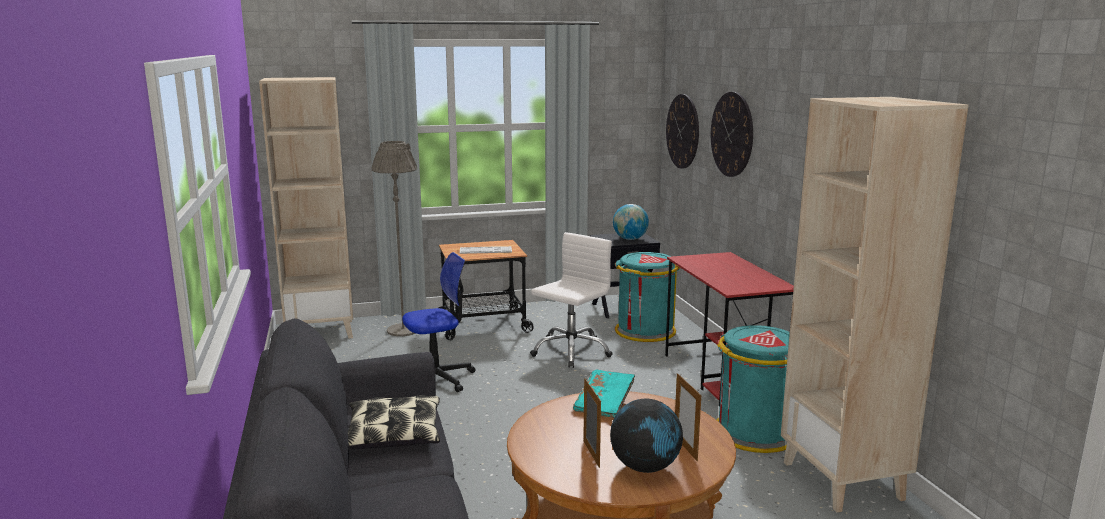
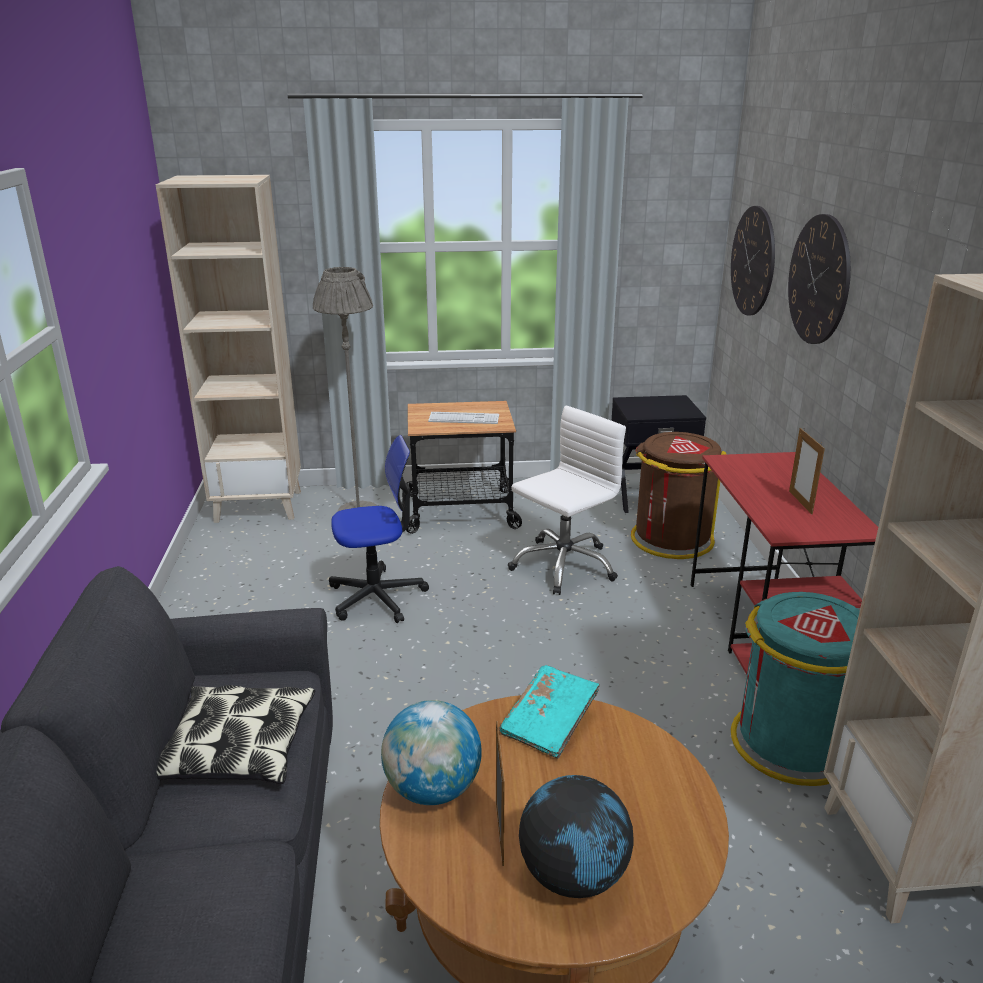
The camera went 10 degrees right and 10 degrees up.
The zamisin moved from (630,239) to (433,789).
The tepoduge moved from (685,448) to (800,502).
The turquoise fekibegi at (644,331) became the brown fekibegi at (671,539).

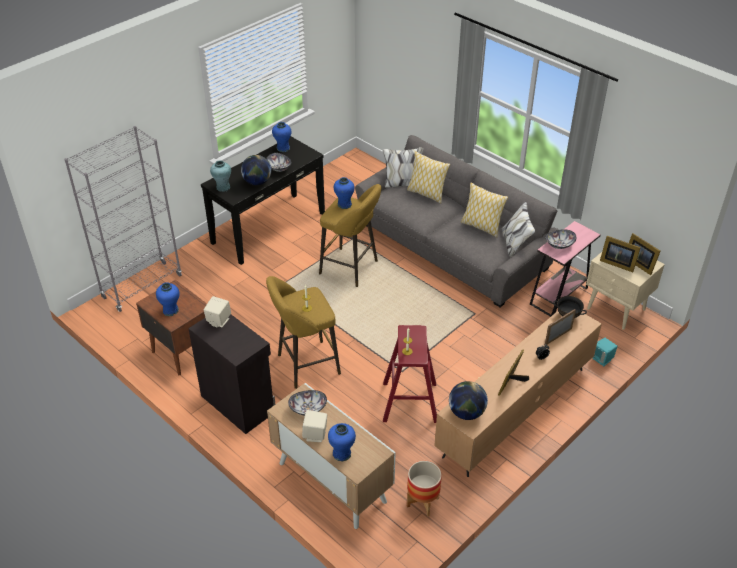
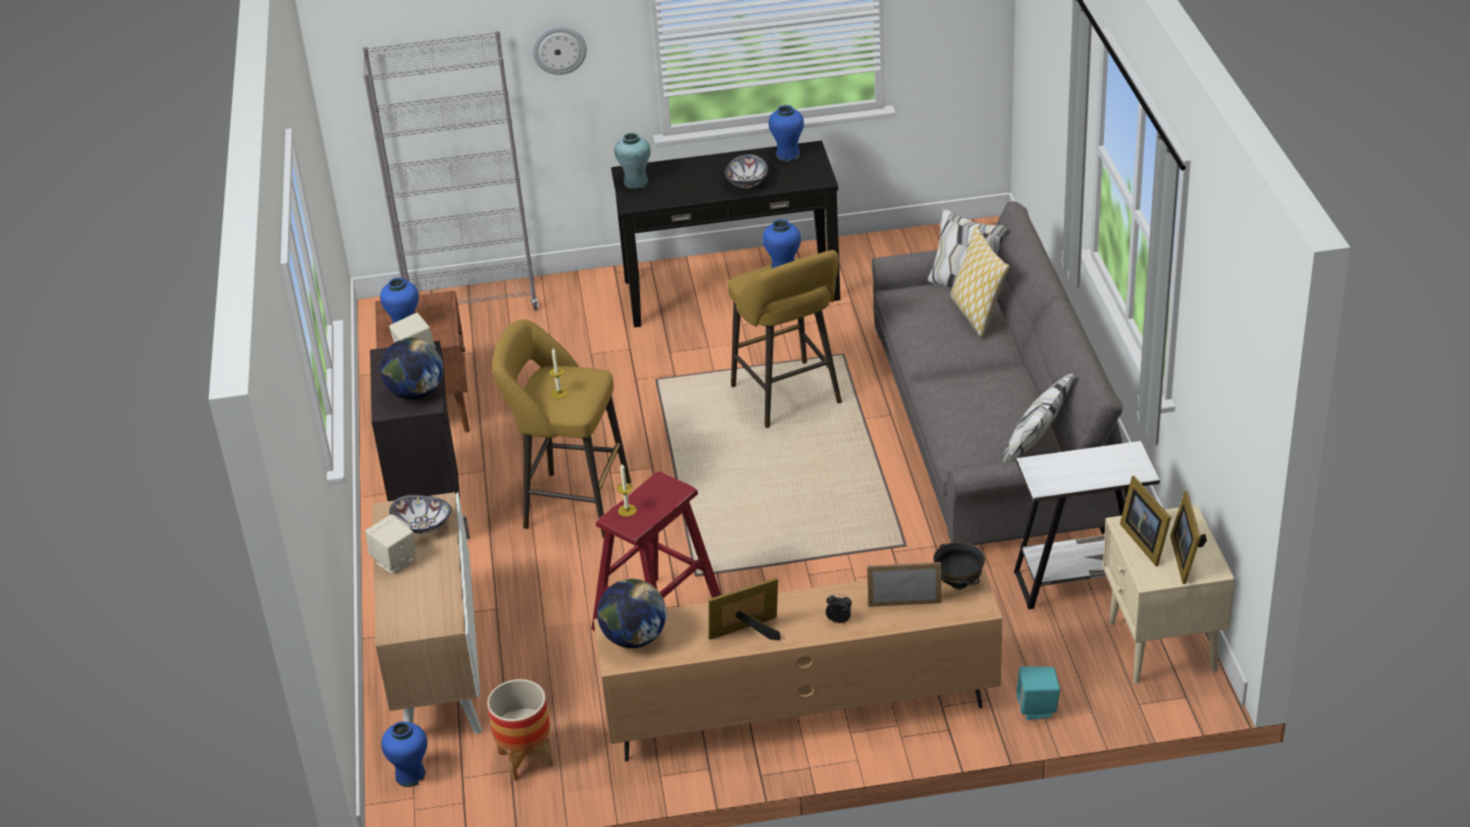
The camera went 40 degrees right and 5 degrees down.
The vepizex at (481,226) disappeared.
The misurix at (559,245) disappeared.
The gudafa at (559,49) appeared.
The zamisin moved from (257,182) to (416,393).
The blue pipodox moved from (342,453) to (410,775).
The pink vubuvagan at (558,296) became the white vubuvagan at (1081,581).

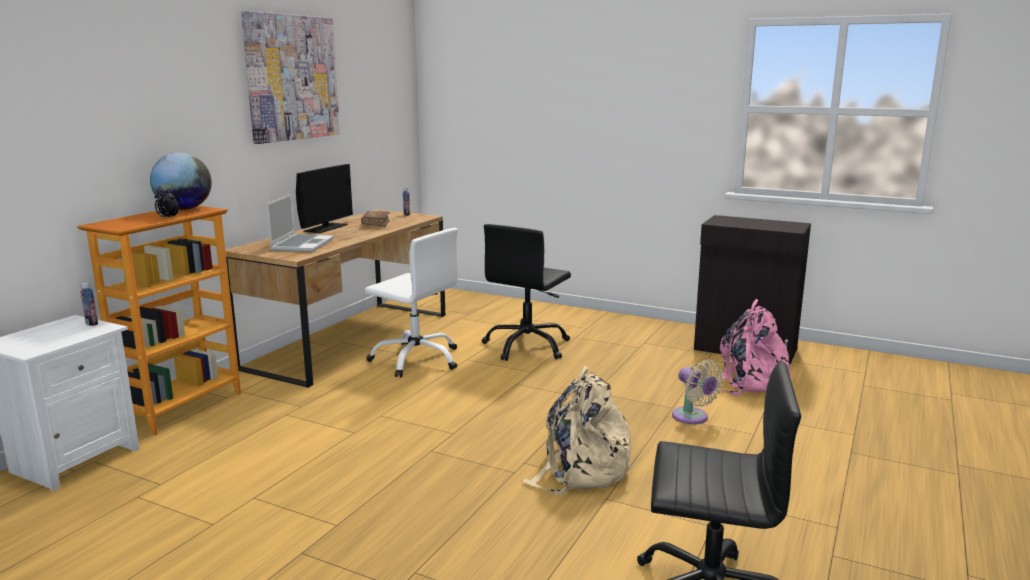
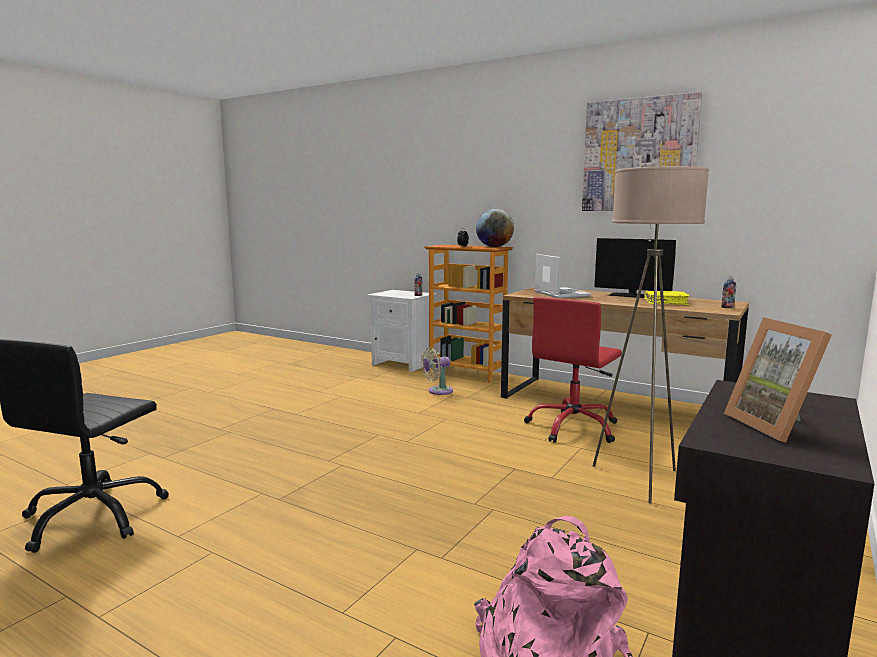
The camera went 95 degrees right and 5 degrees down.
The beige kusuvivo at (580,470) disappeared.
The tepoduge at (777,426) appeared.
The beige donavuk moved from (692,418) to (437,391).
The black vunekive at (527,346) was replaced by the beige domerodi at (638,479).
The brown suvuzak at (376,223) became the yellow suvuzak at (665,302).
The white vunekive at (416,359) became the red vunekive at (573,427).
The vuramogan at (302,244) turned 120 degrees counterclockwise.

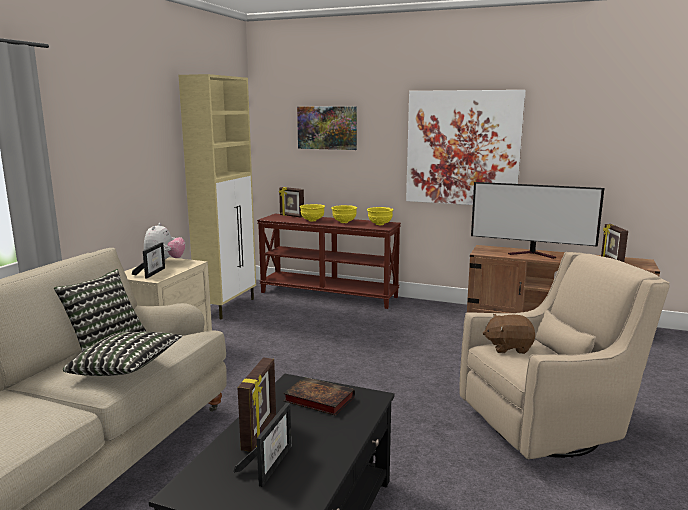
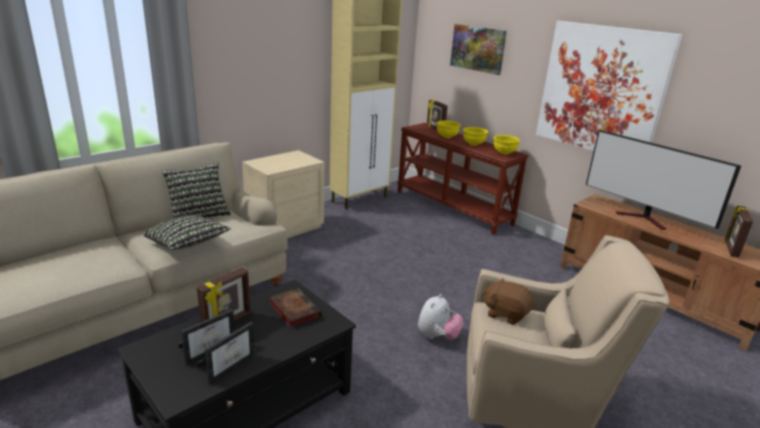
The camera went 25 degrees right and 10 degrees up.
The tepoduge moved from (152,272) to (229,365).
The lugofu moved from (165,262) to (437,336).

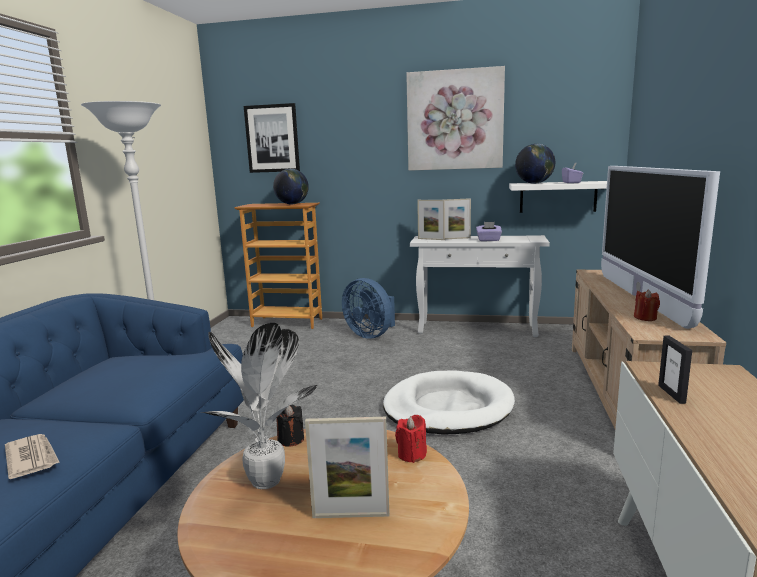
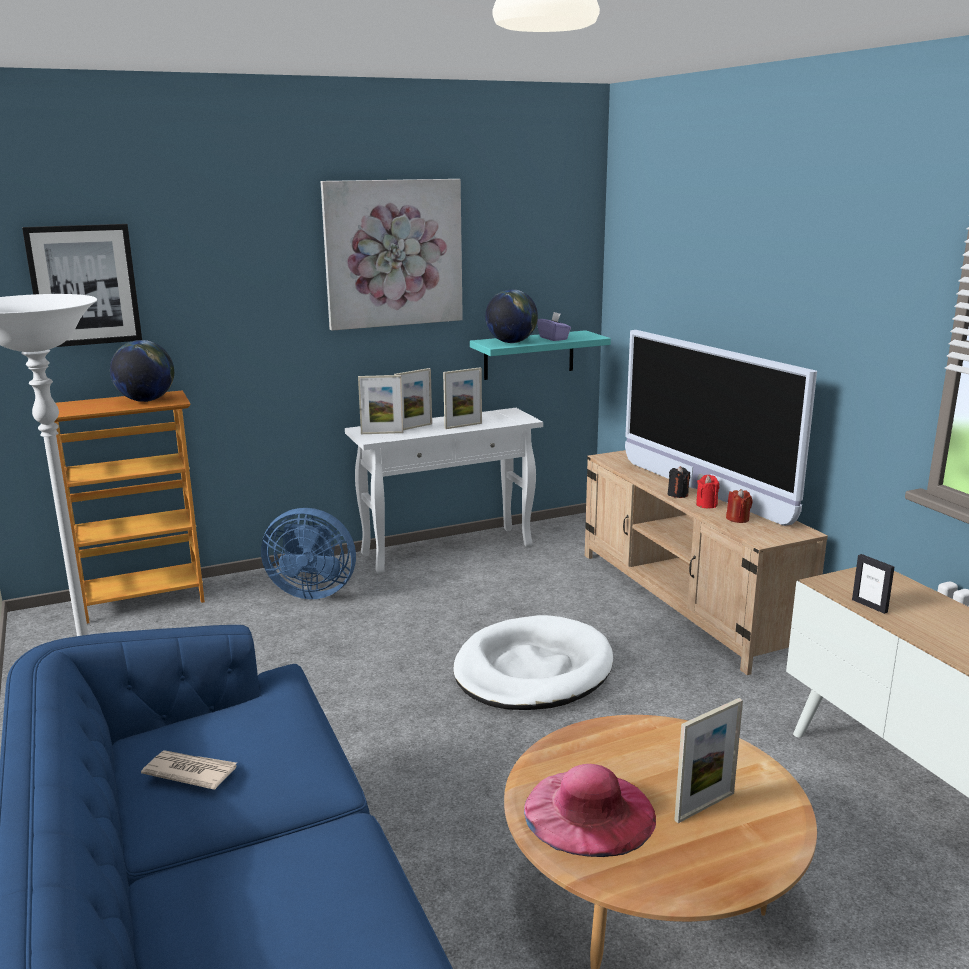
The camera went 35 degrees left and 5 degrees up.
The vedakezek moved from (32,458) to (190,772).
The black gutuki moved from (291,439) to (677,494).
The red gutuki moved from (412,454) to (706,505).
The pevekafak at (267,483) was replaced by the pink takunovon at (589,812).
The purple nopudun at (488,240) was replaced by the tepoduge at (463,426).
The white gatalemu at (558,197) became the turquoise gatalemu at (529,355).

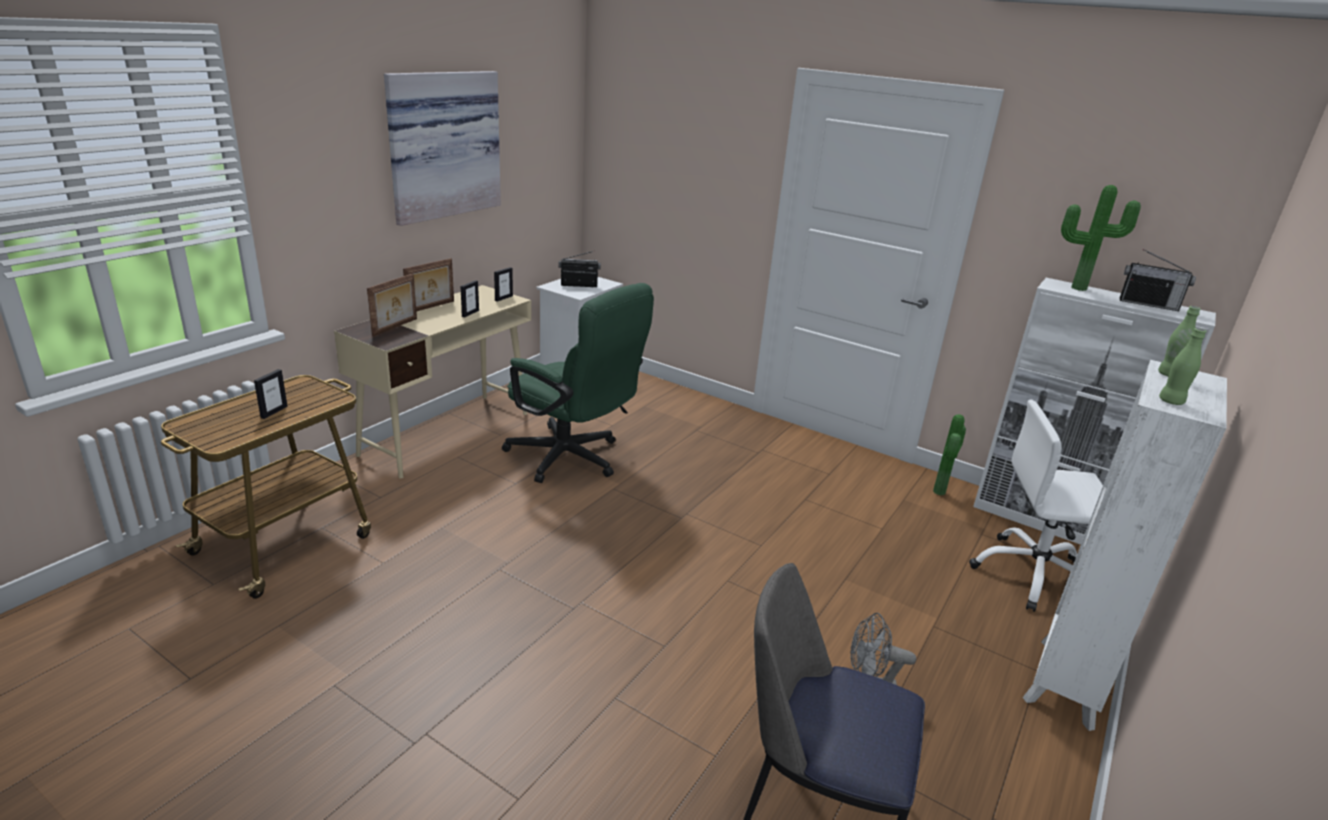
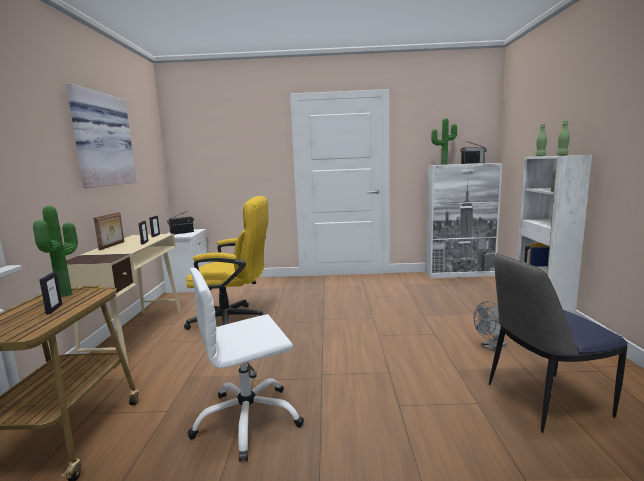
The camera went 30 degrees left and 15 degrees down.
The tepoduge at (395,327) disappeared.
The pevekafak moved from (941,492) to (67,294).
The white vunekive moved from (1033,575) to (248,420).
The green vunekive at (572,459) became the yellow vunekive at (234,320).

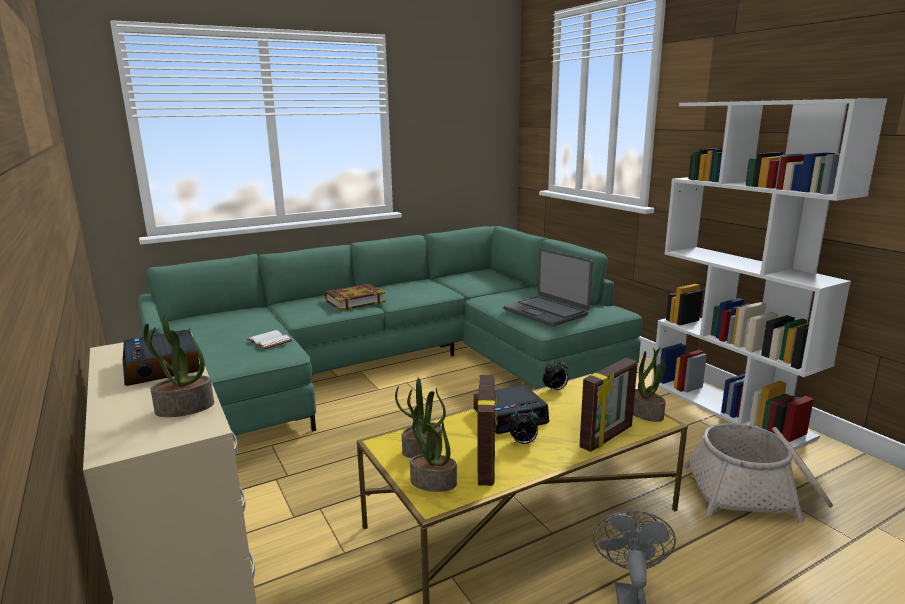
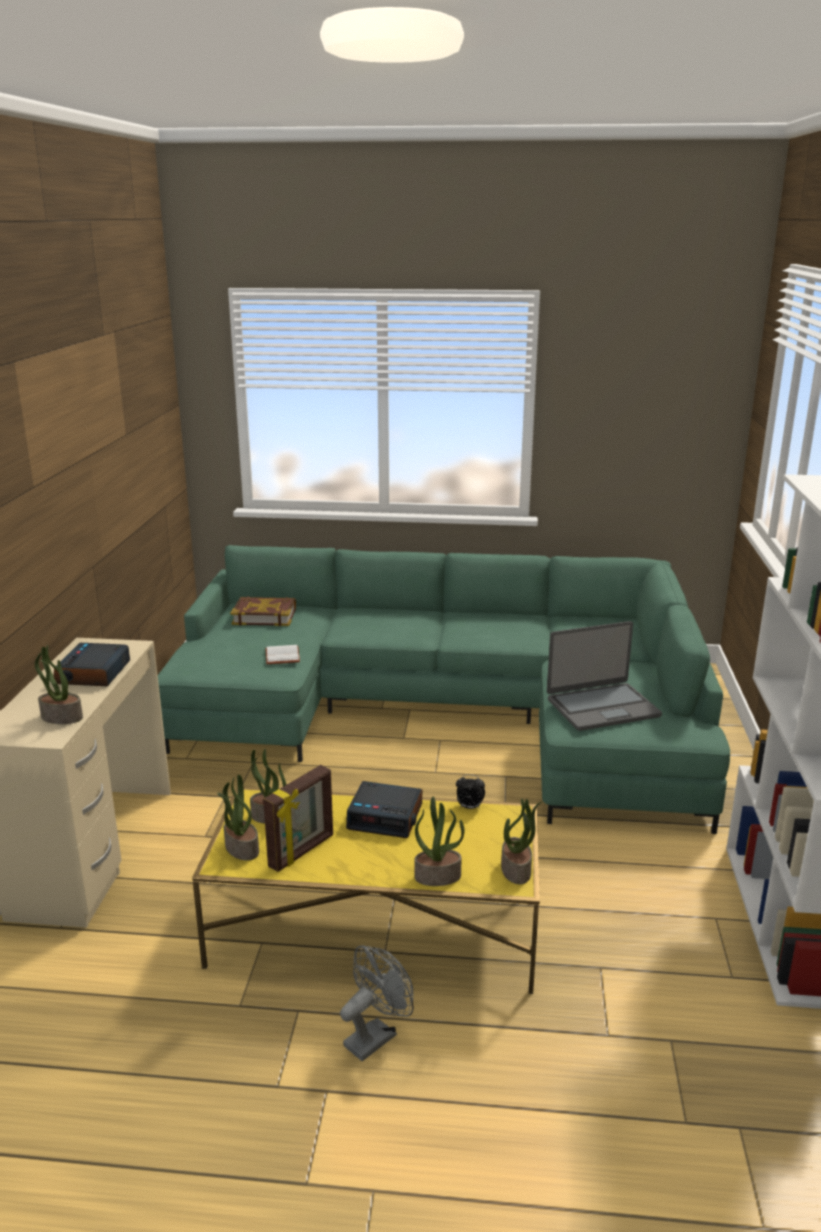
The camera went 35 degrees right and 5 degrees up.
The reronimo at (523,443) disappeared.
The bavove at (756,494) disappeared.
The suvuzak moved from (355,301) to (264,616).
The tepoduge at (607,437) was replaced by the pevekafak at (438,876).
The vuramogan at (546,312) turned 105 degrees counterclockwise.

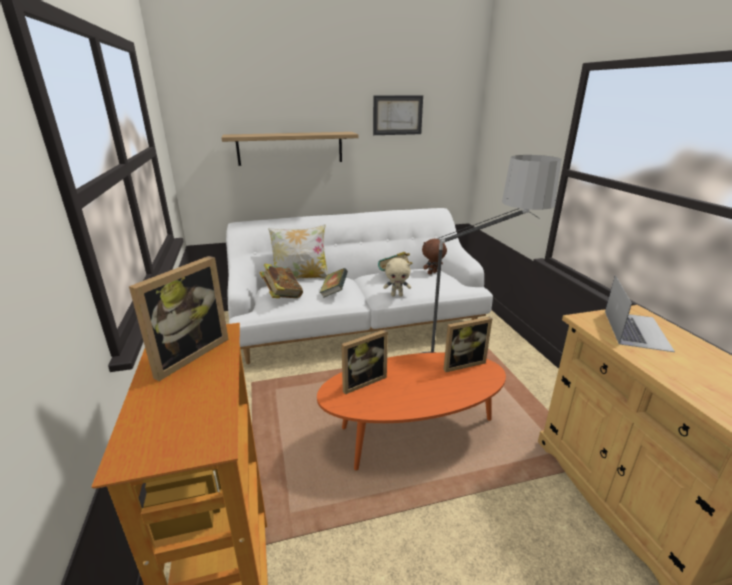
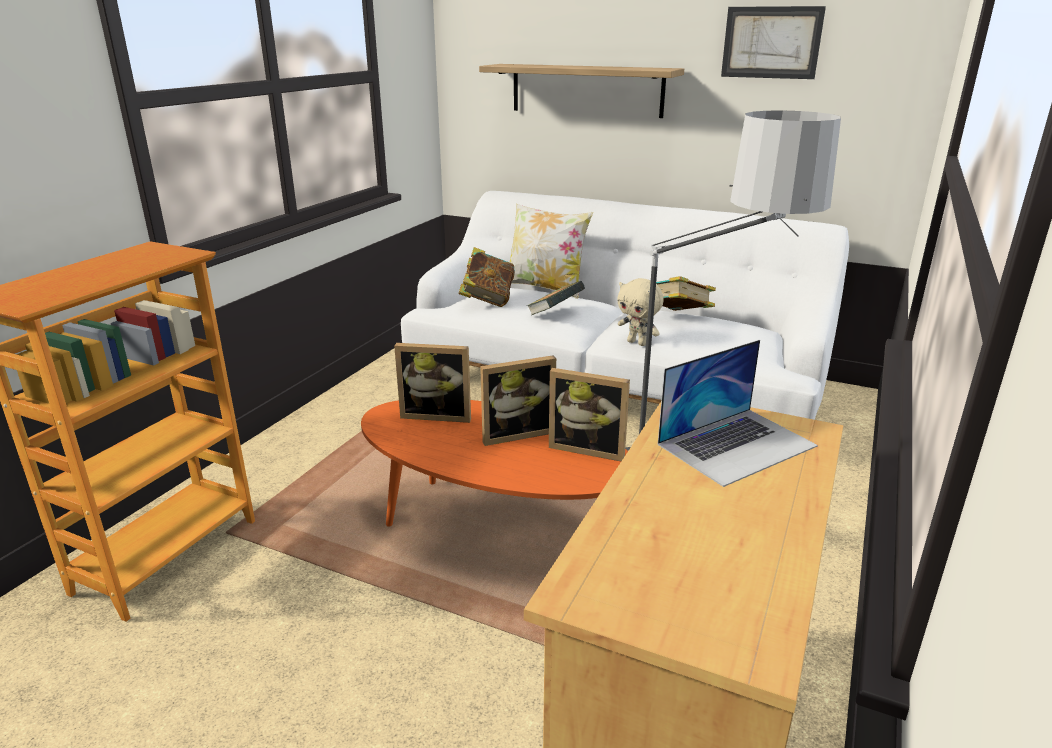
The camera went 40 degrees right and 0 degrees up.
The brown lugofu at (432,273) disappeared.
The tepoduge moved from (186,354) to (516,433).

